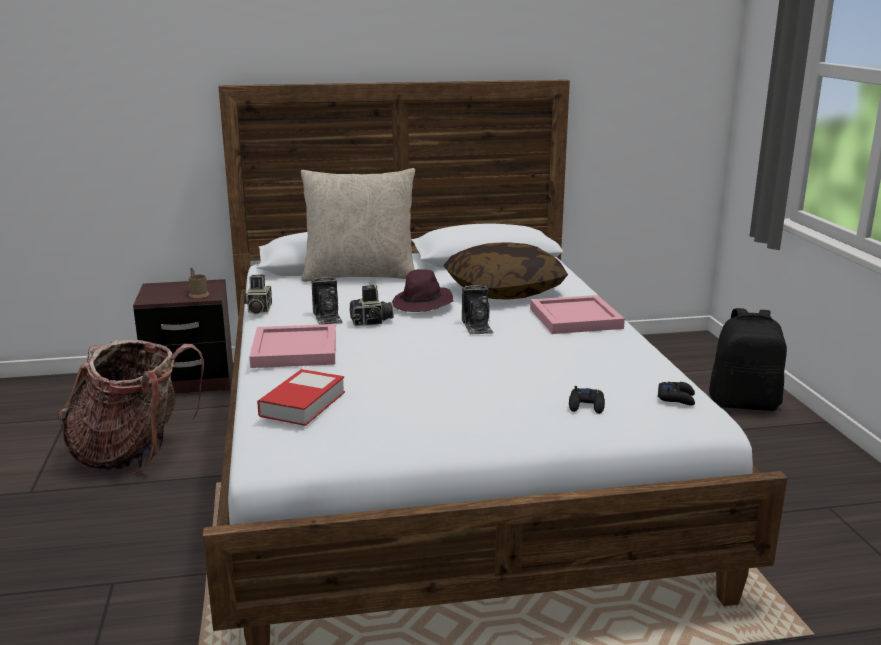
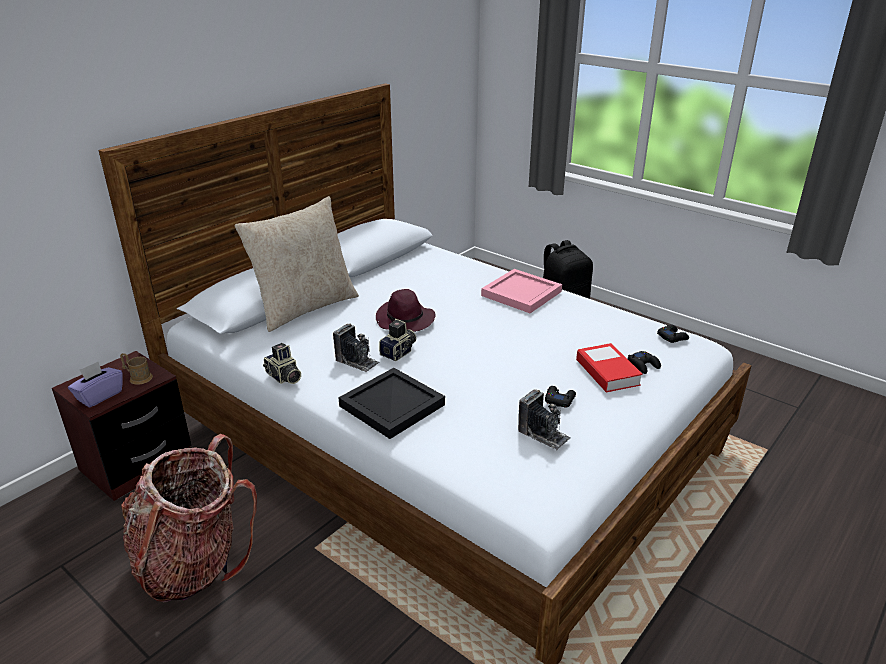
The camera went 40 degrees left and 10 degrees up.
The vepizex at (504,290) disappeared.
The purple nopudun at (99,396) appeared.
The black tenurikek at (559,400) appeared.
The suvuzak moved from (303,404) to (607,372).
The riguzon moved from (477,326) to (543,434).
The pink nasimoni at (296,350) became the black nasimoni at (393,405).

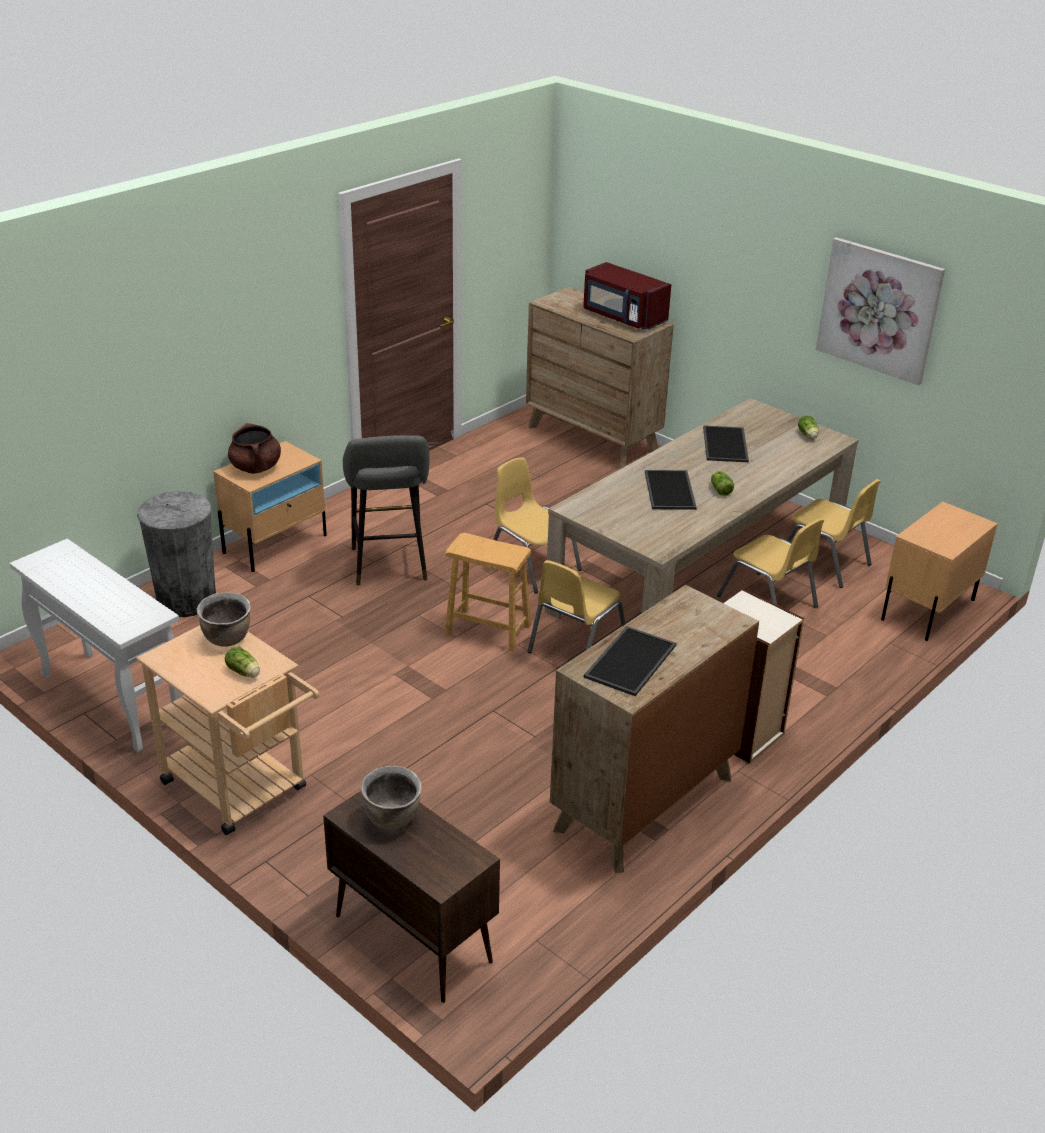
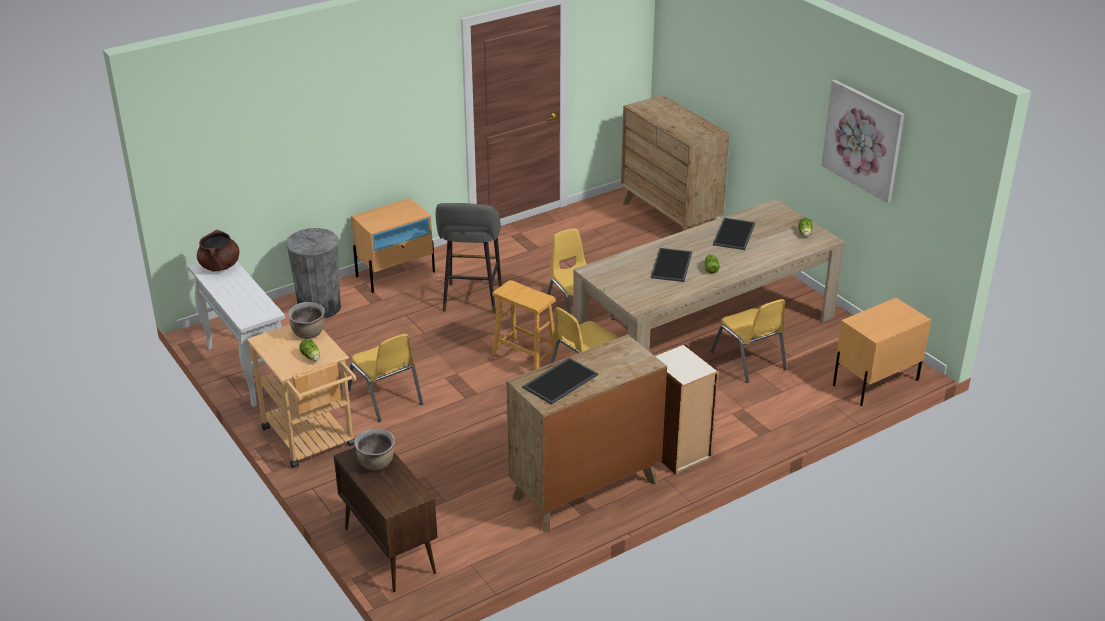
The camera went 15 degrees right and 0 degrees up.
The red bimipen at (623,317) disappeared.
The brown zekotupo moved from (256,468) to (220,266).
The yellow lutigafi moved from (823,562) to (385,397).

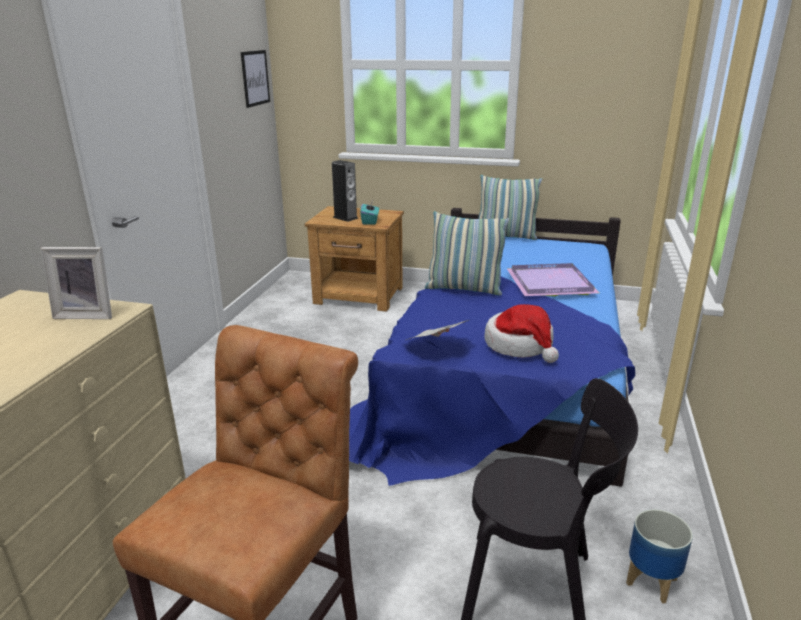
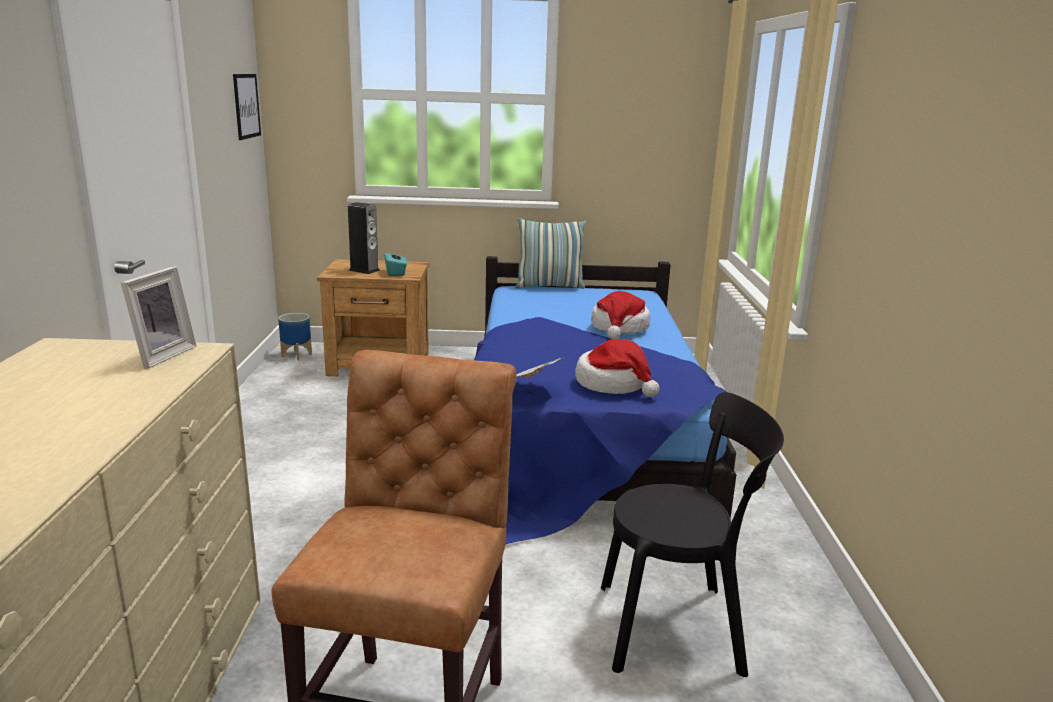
The camera went 15 degrees left and 5 degrees down.
The vepizex at (464,289) disappeared.
The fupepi moved from (652,582) to (297,355).
The purple nasimoni at (552,284) was replaced by the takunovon at (619,328).
The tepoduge at (87,314) turned 60 degrees counterclockwise.

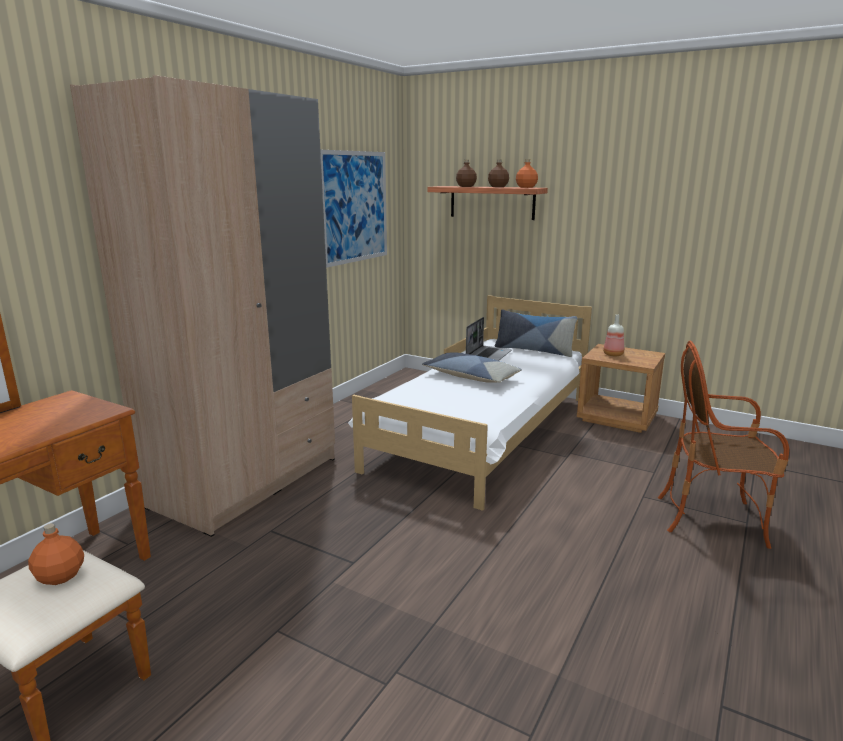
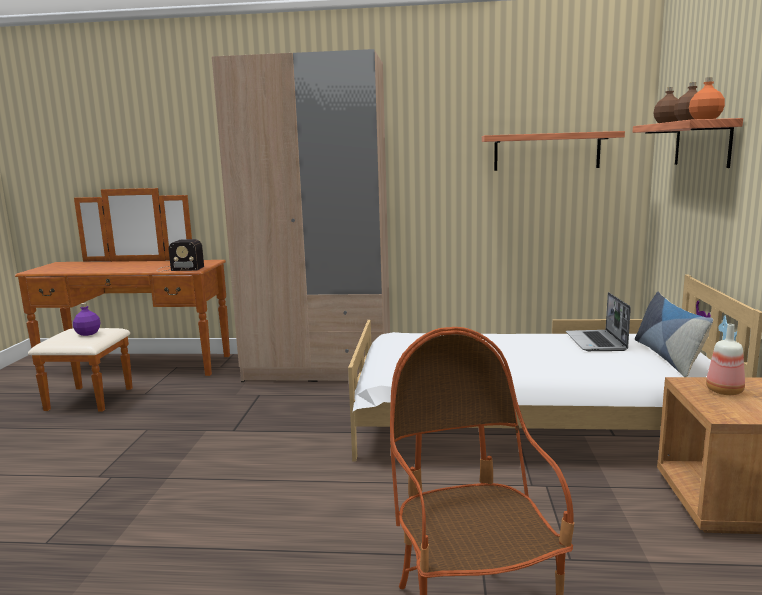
The camera went 65 degrees right and 5 degrees down.
The vepizex at (471,377) disappeared.
The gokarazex at (178,268) appeared.
The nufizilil at (355,207) was replaced by the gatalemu at (546,151).
The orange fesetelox at (59,576) became the purple fesetelox at (88,333).
The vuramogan at (488,355) turned 90 degrees clockwise.

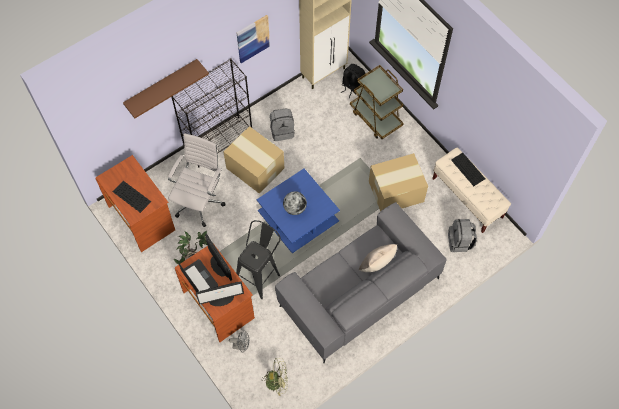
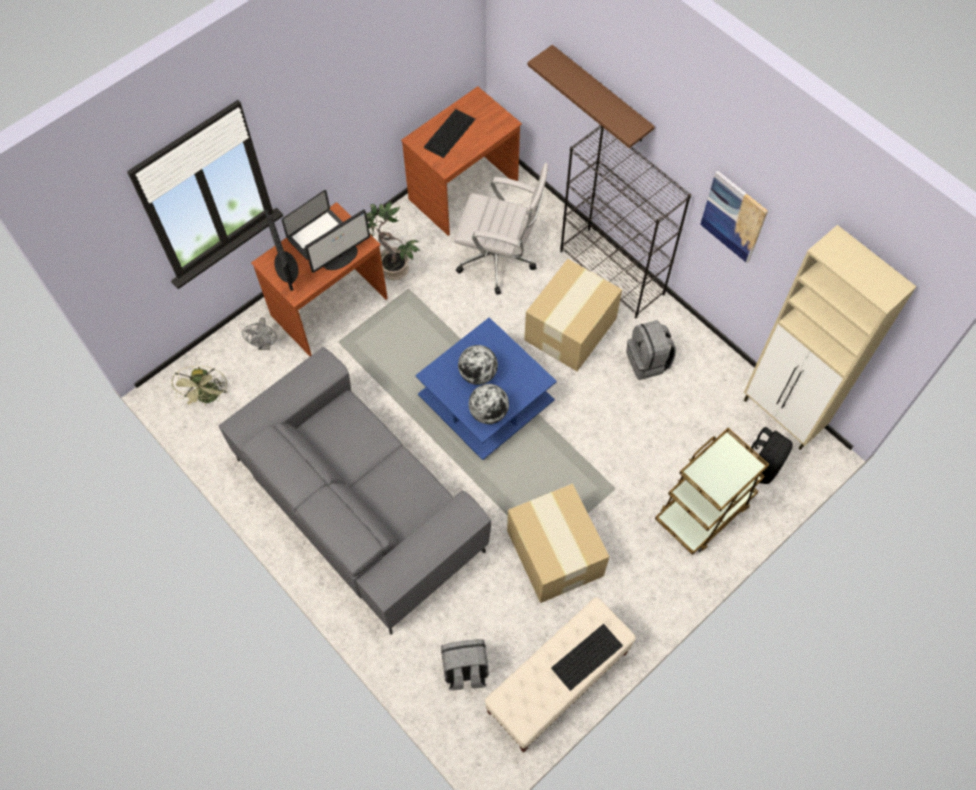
The camera went 85 degrees right and 0 degrees up.
The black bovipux at (260,274) disappeared.
The beige vepizex at (377,265) disappeared.
The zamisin at (488,412) appeared.

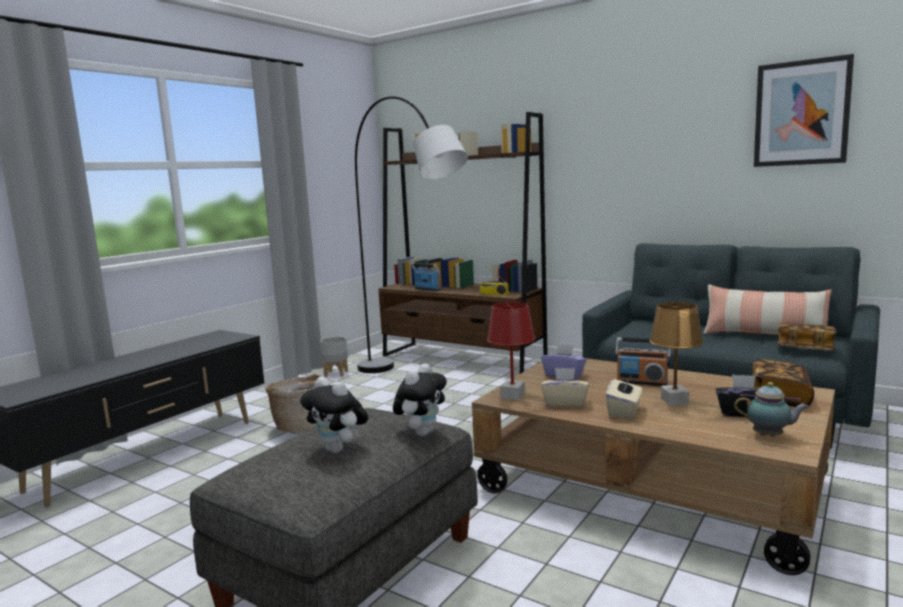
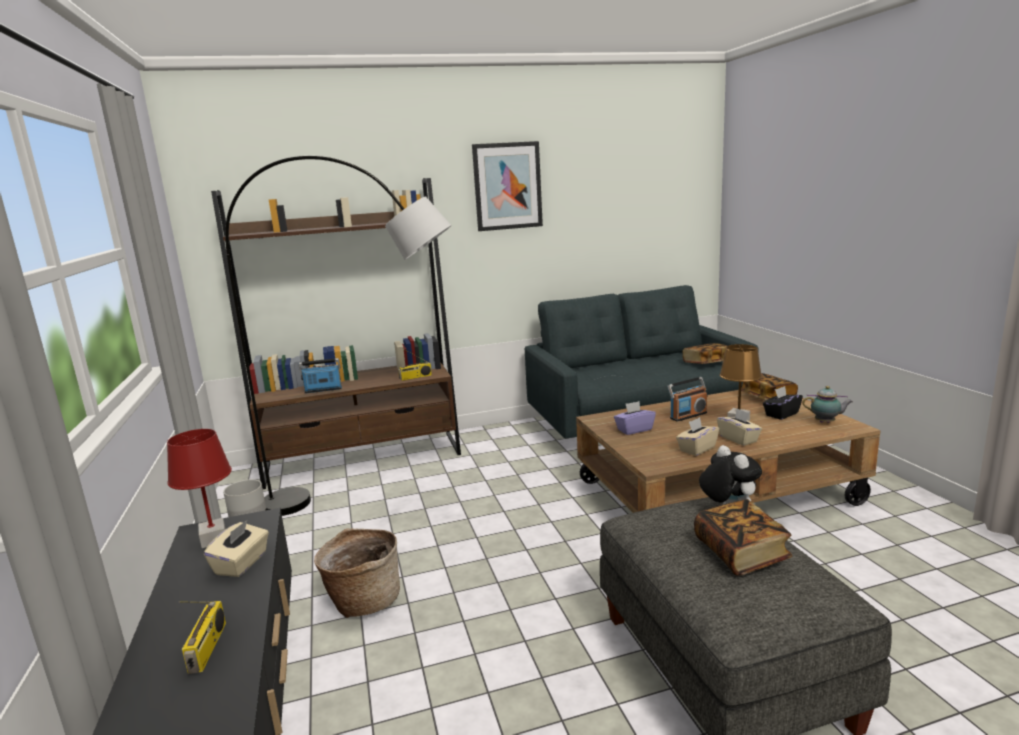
The camera went 50 degrees left and 5 degrees up.
The vepizex at (764,335) disappeared.
The gokarazex at (208,648) appeared.
The beige nopudun at (242,563) appeared.
The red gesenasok moved from (513,395) to (214,539).
The nufizilil moved from (801,113) to (507,186).
The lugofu at (338,449) was replaced by the suvuzak at (740,553).
The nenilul at (770,436) turned 45 degrees clockwise.

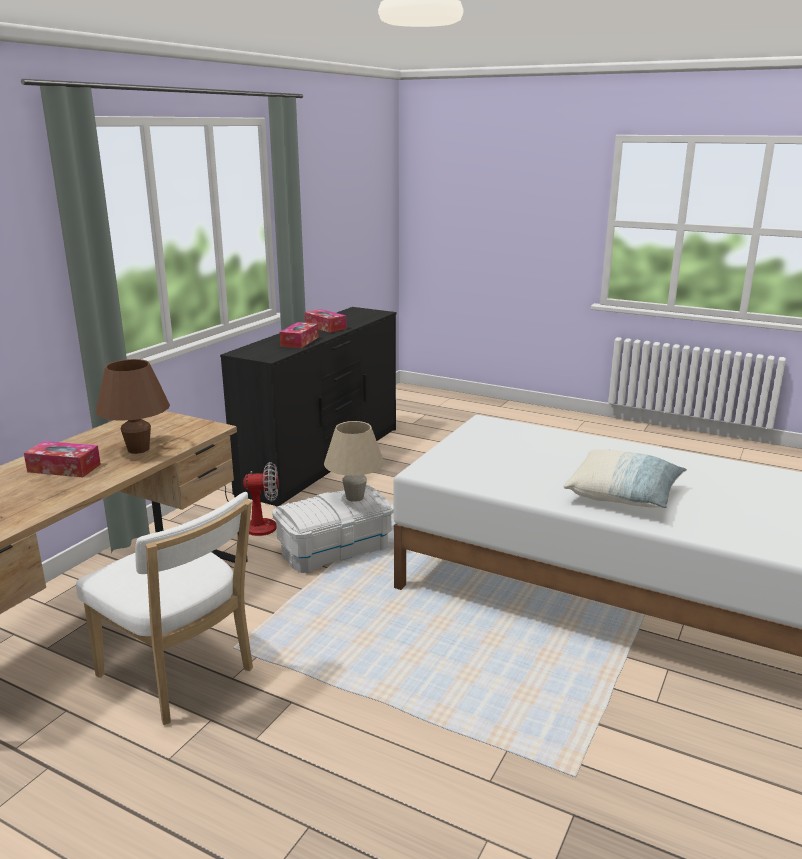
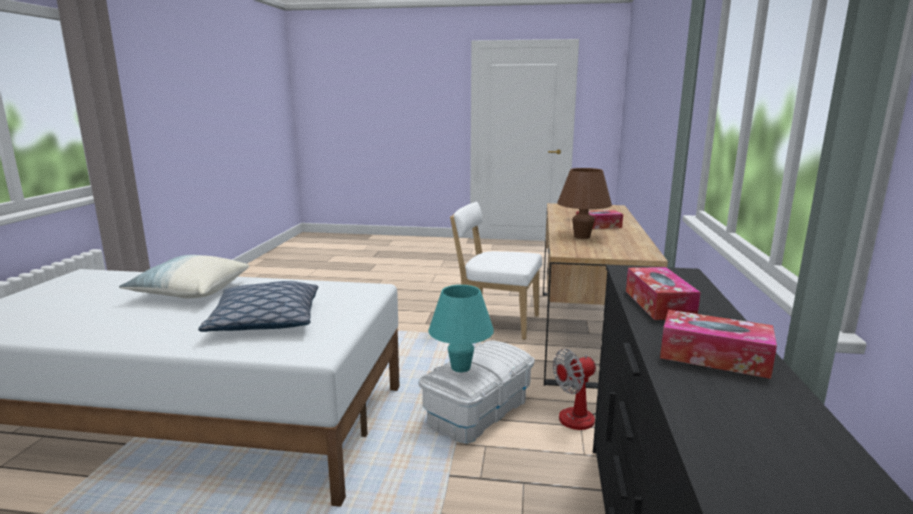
The camera went 160 degrees right and 5 degrees down.
The vepizex at (265,321) appeared.
The beige gesenasok at (354,497) became the turquoise gesenasok at (461,367).

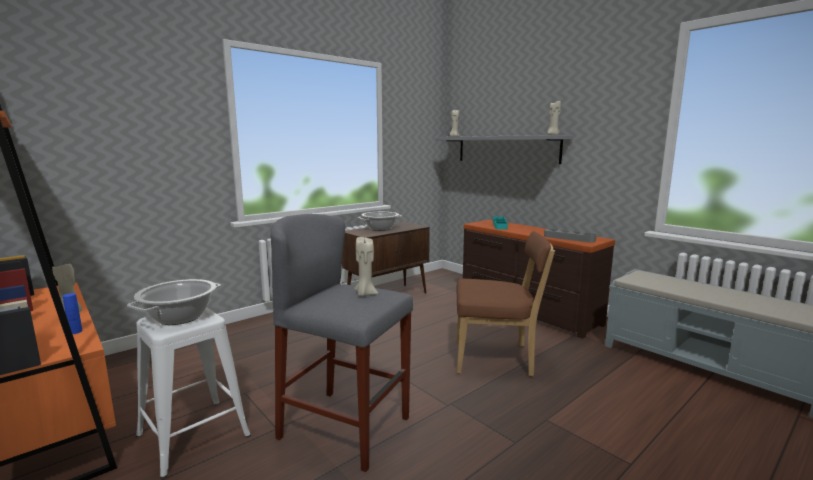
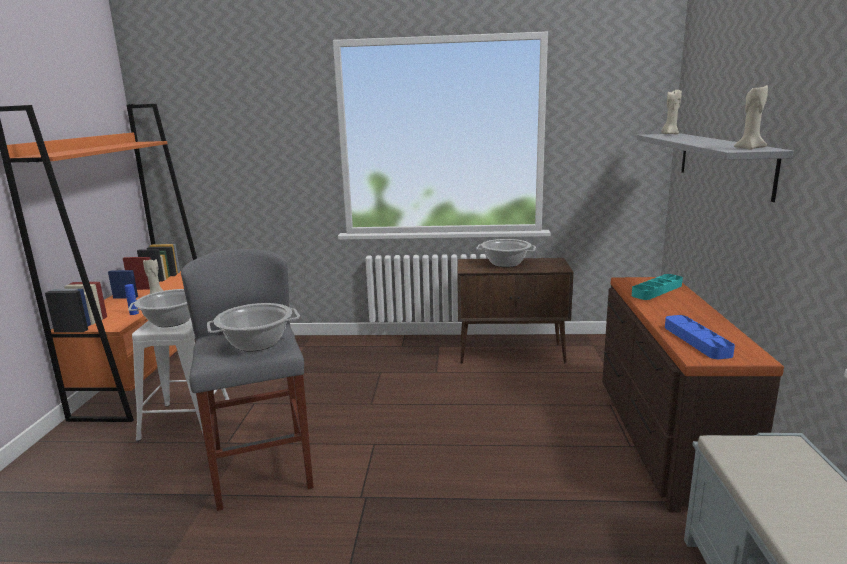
The camera went 45 degrees right and 5 degrees up.
The brown lutigafi at (497,359) disappeared.
The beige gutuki at (365,294) was replaced by the zekotupo at (257,343).
The grey nasimoni at (569,238) became the blue nasimoni at (696,341).

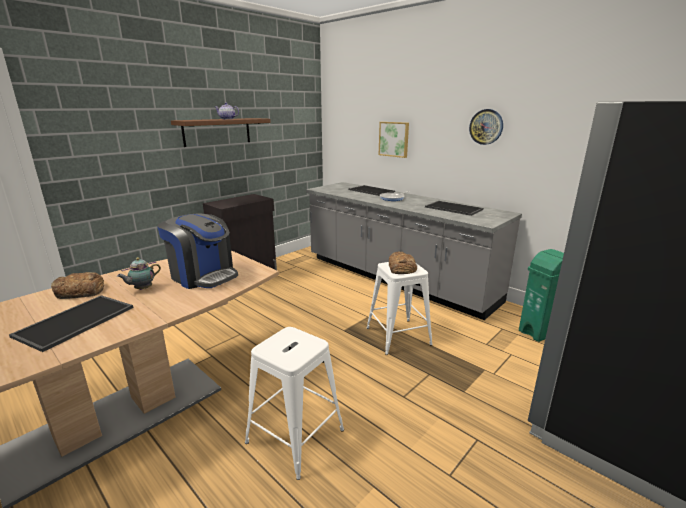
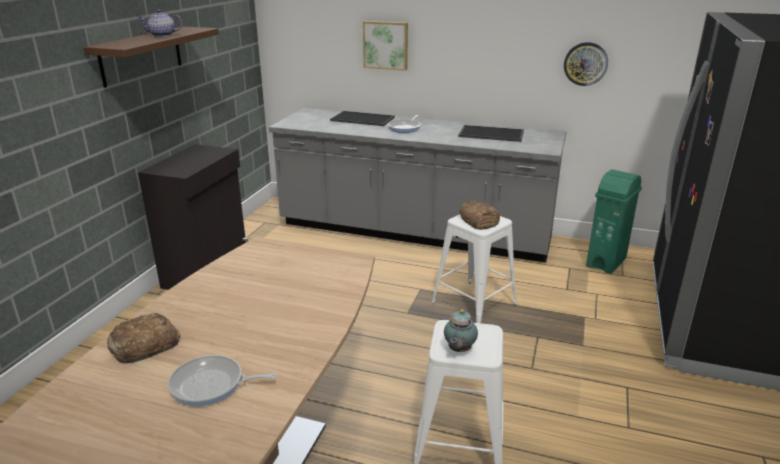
The camera went 25 degrees left and 5 degrees up.
The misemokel at (203,276) disappeared.
The nenilul moved from (142,289) to (458,350).
The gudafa moved from (486,127) to (585,64).
The nasimoni at (75,322) was replaced by the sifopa at (211,385).

